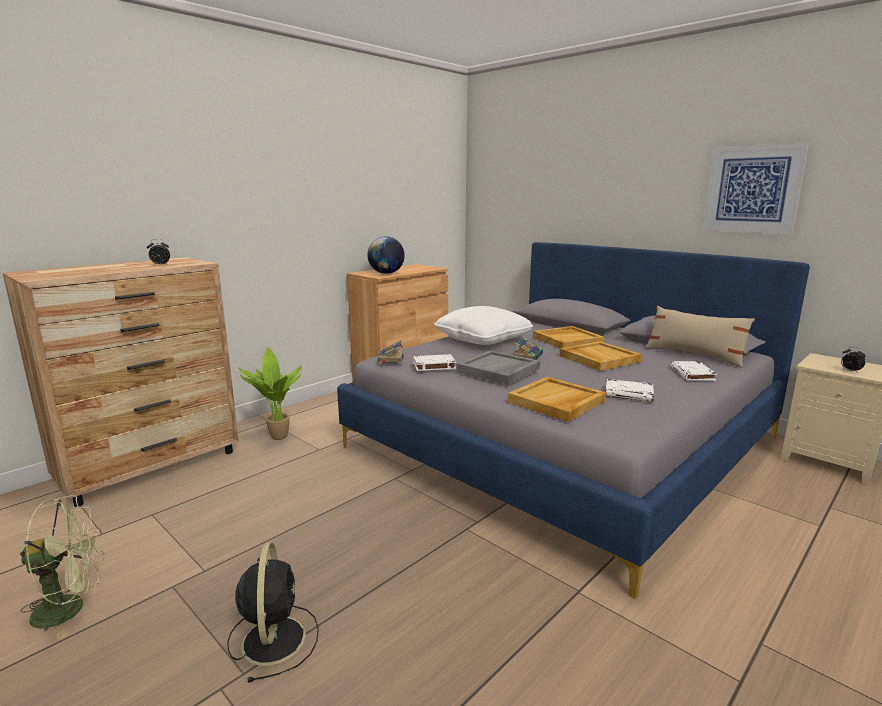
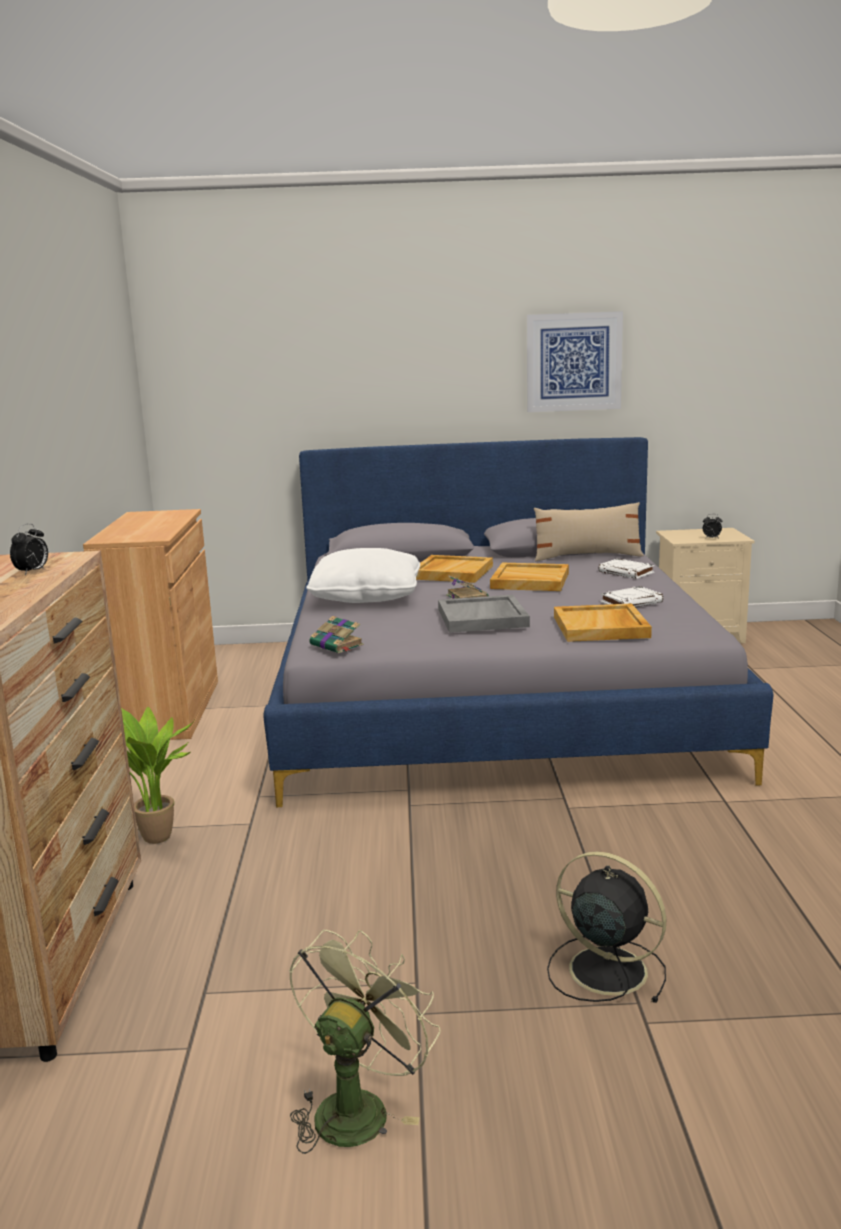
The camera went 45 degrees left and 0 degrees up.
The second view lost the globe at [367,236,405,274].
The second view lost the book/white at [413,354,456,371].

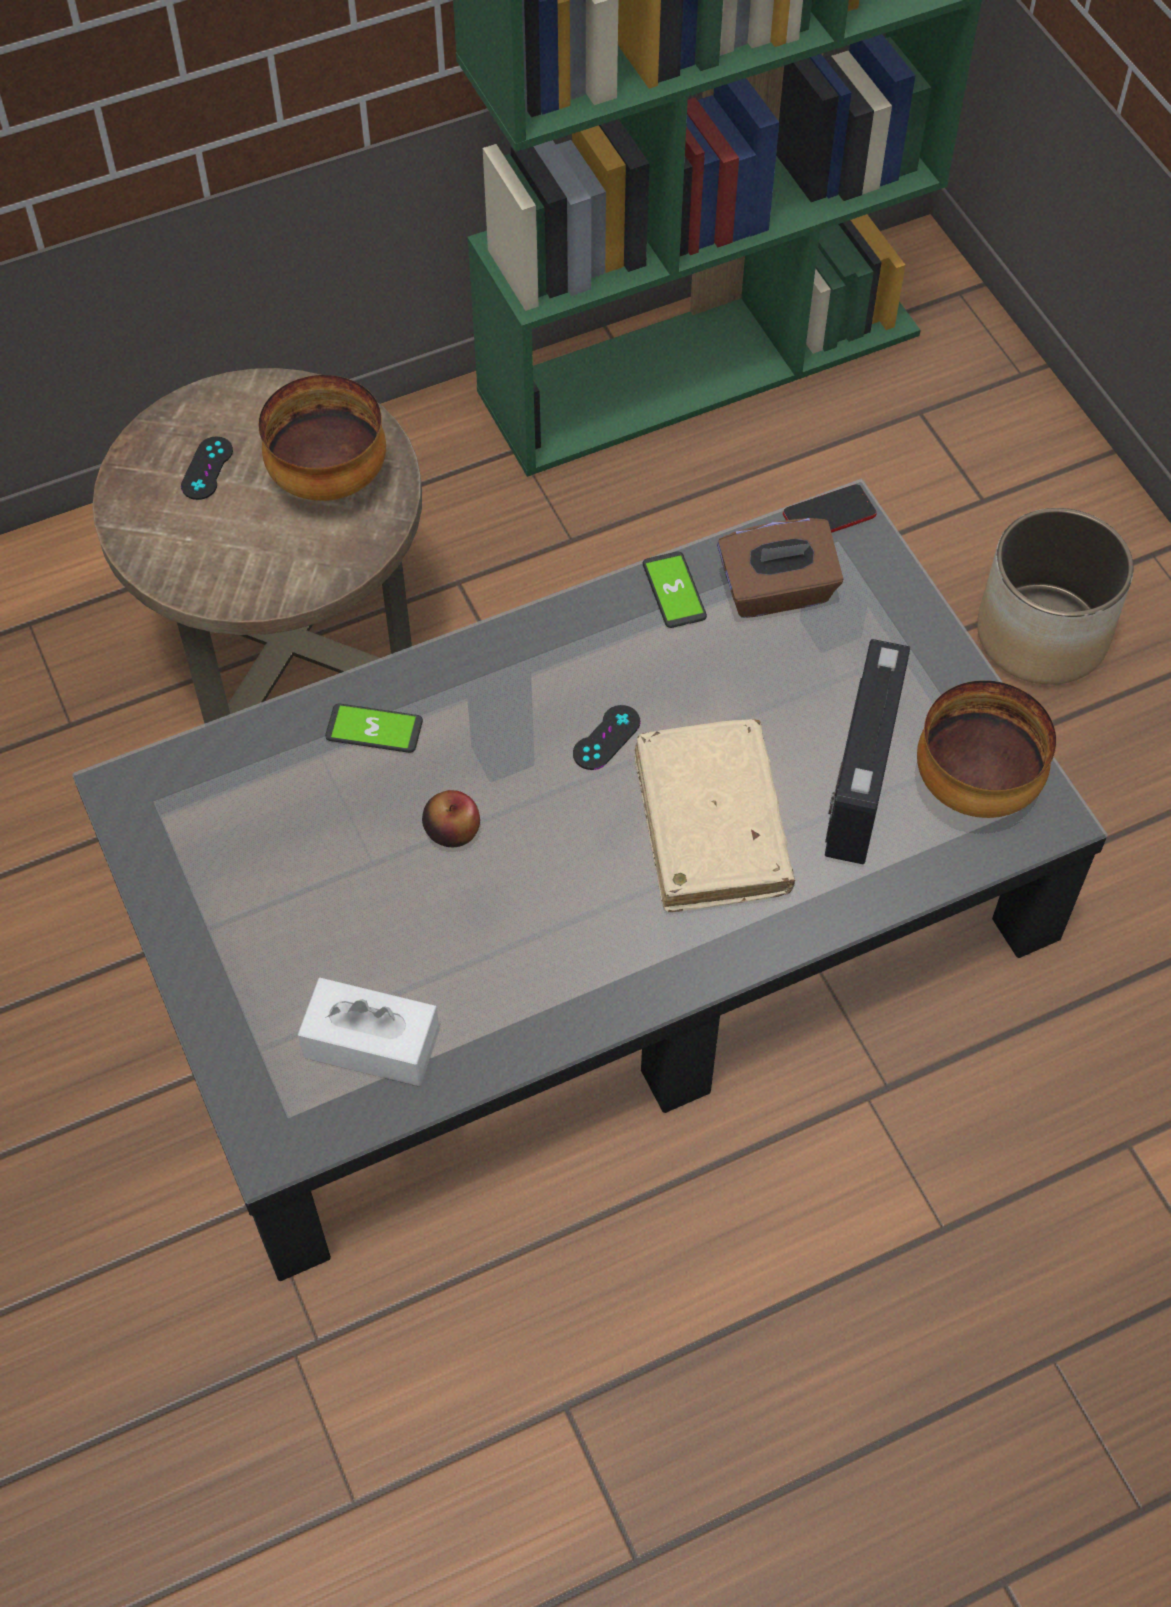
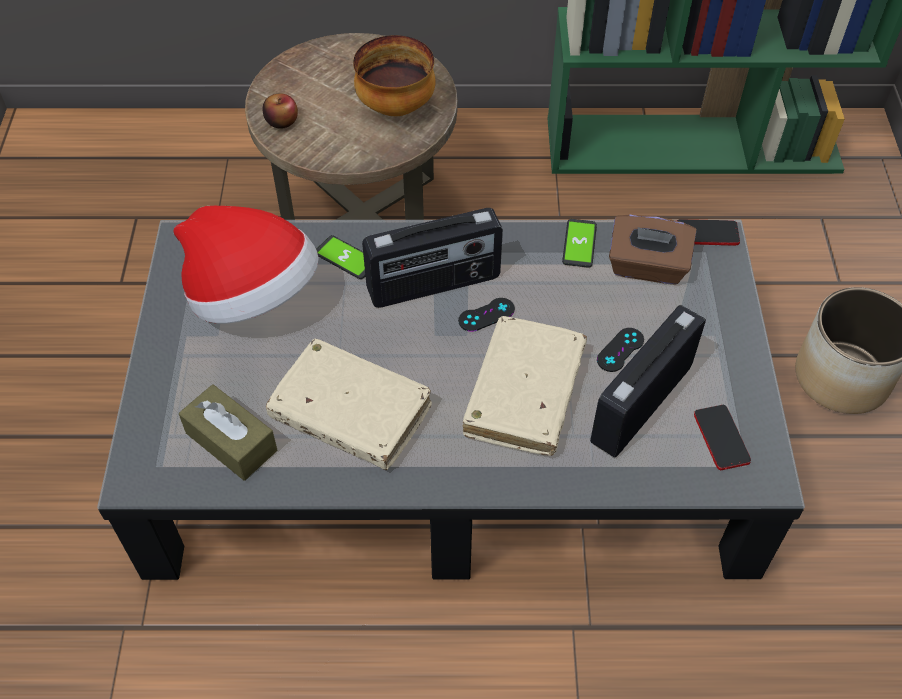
The camera went 25 degrees right and 5 degrees down.
The second view gained the hat at [174,206,319,324].
The second view gained the book/beige at [266,339,432,470].
The second view gained the radio at [362,208,503,308].
The game controller/black ended up elsewhere, having gone from [181,436,233,500] to [597,328,644,372].
The apple ended up elsewhere, having gone from [422,790,480,847] to [262,93,298,129].
Where the bowl stood at [917,680,1056,818], the phone came to stand at [694,405,751,470].
What was the tissue box/white at [298,978,440,1086] turned into the tissue box/brown at [179,384,277,481].

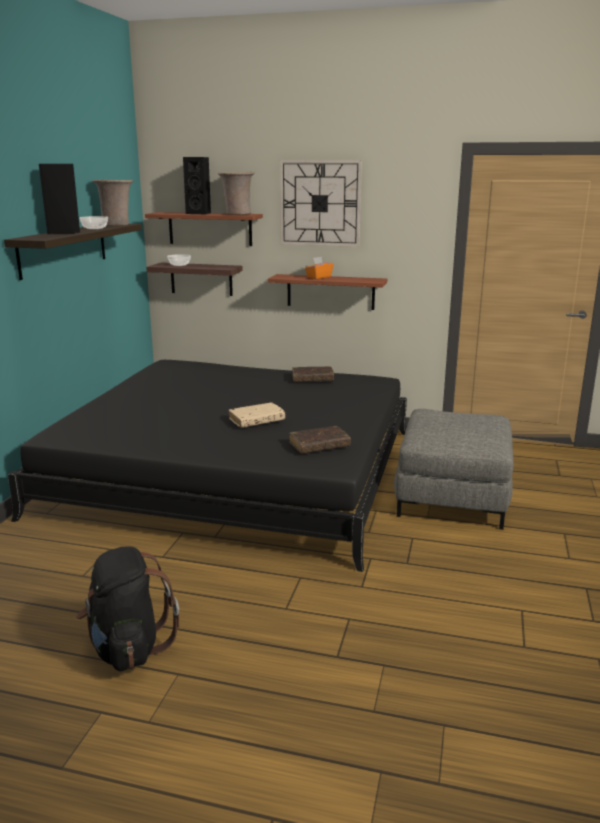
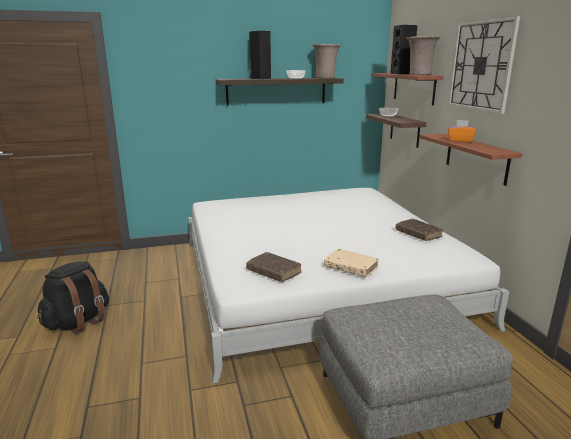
The camera went 60 degrees right and 0 degrees up.
The book/beige ended up elsewhere, having gone from [229,403,285,428] to [324,249,379,277].
What was the bed/black at [8,360,407,572] turned into the bed/white at [188,188,509,384].

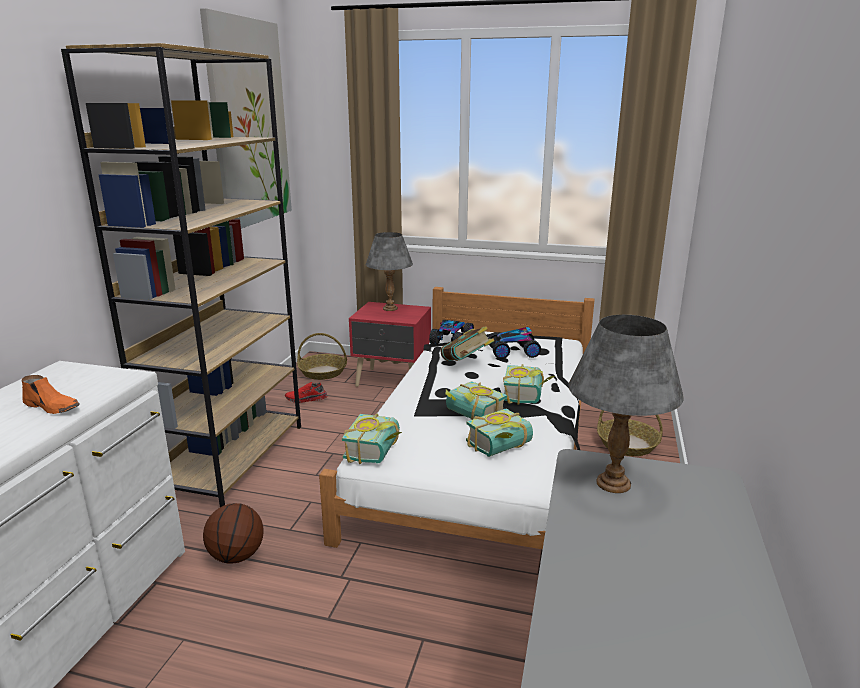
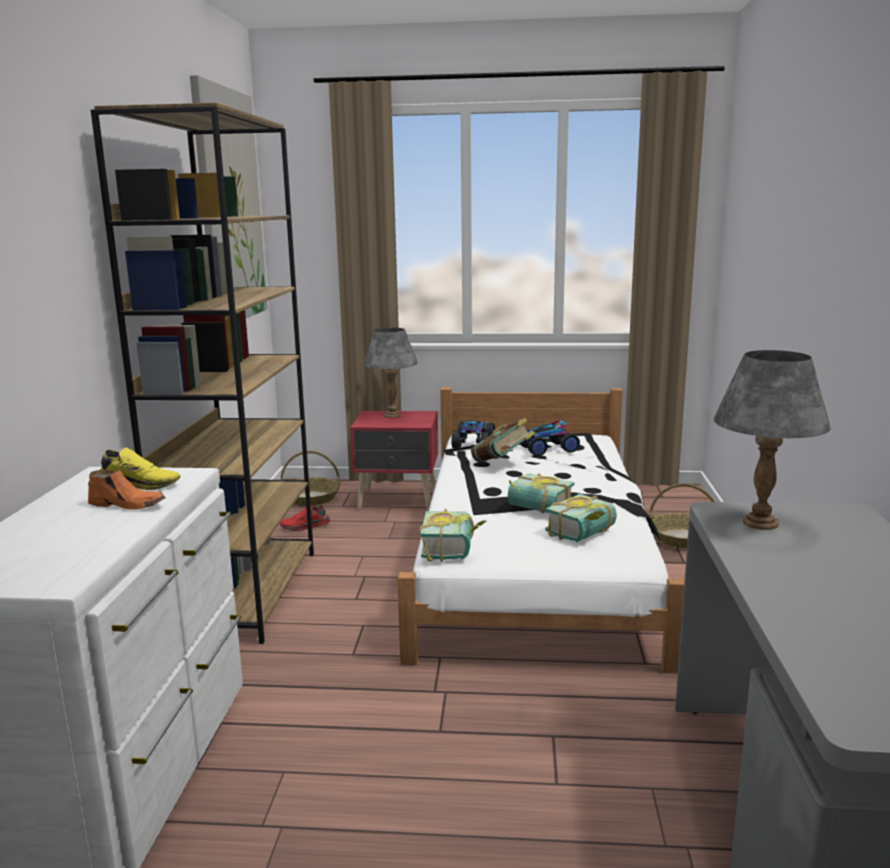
The camera went 10 degrees left and 5 degrees down.
The second view lost the basketball at [203,503,264,564].
The second view lost the book at [503,364,555,405].
The second view gained the shoe/yellow at [100,447,181,490].

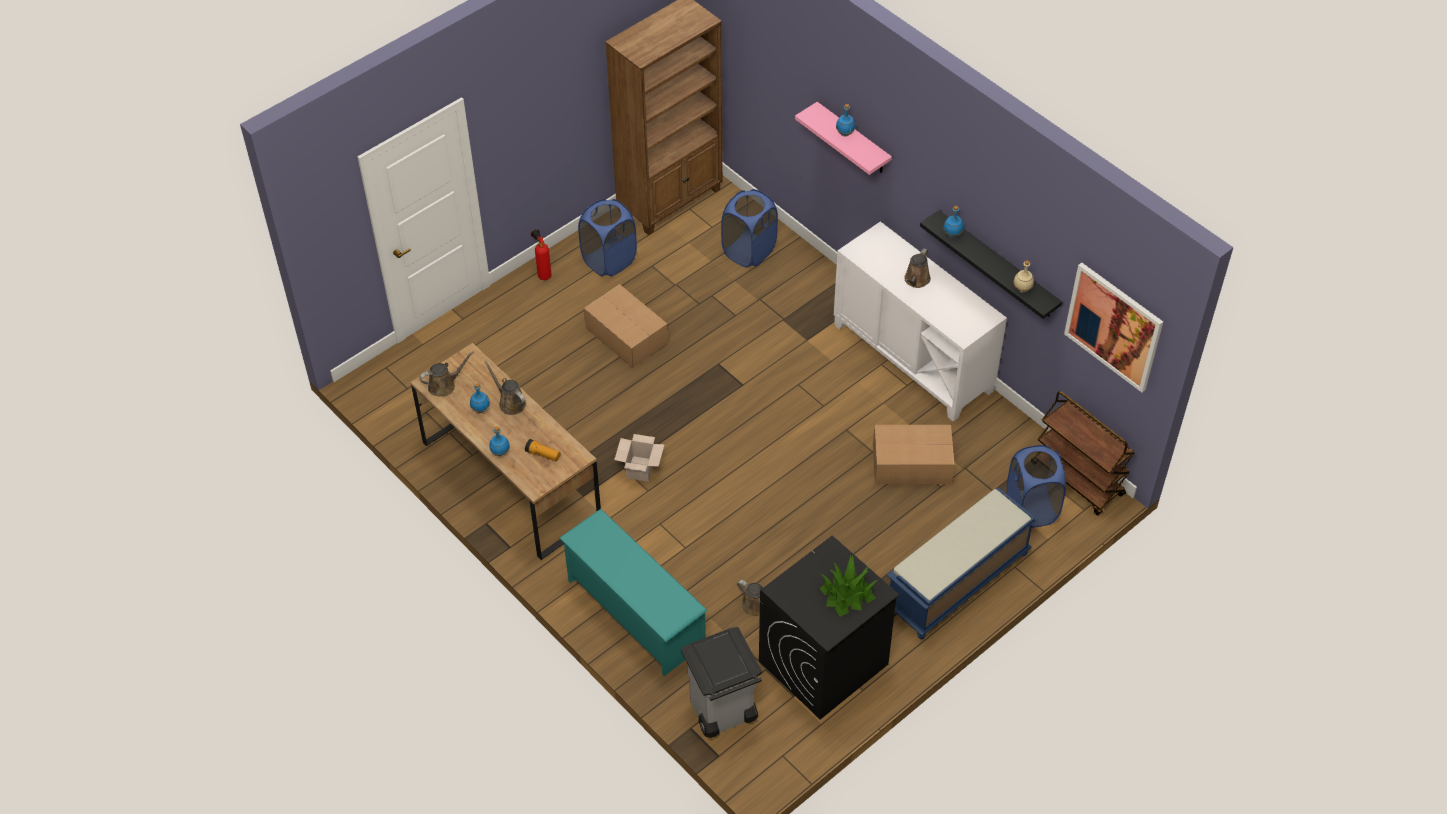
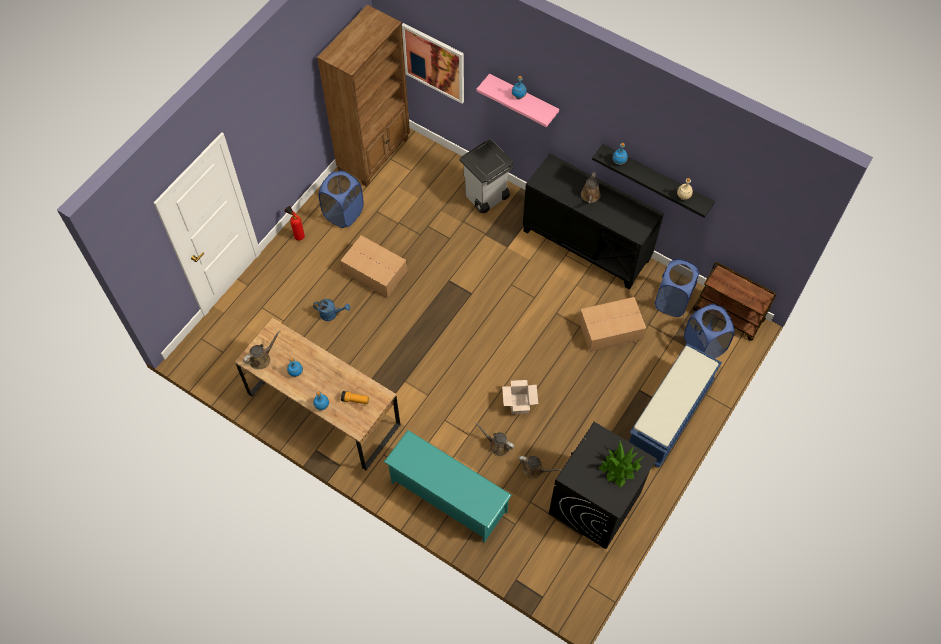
The camera went 15 degrees left and 10 degrees up.
The second view gained the watering can/blue at [313,299,350,321].
The watering can/brown ended up elsewhere, having gone from [484,361,526,415] to [475,422,514,456].
The cardboard box ended up elsewhere, having gone from [614,434,665,482] to [502,380,538,414].
The trash can/grey ended up elsewhere, having gone from [681,627,762,738] to [460,139,515,213].
The laundry basket/blue ended up elsewhere, having gone from [721,189,778,268] to [655,259,700,317].
The picture ended up elsewhere, having gone from [1064,263,1163,392] to [402,23,464,104].
What was the cabinet/white at [834,221,1007,422] turned into the cabinet/black at [523,154,664,290].

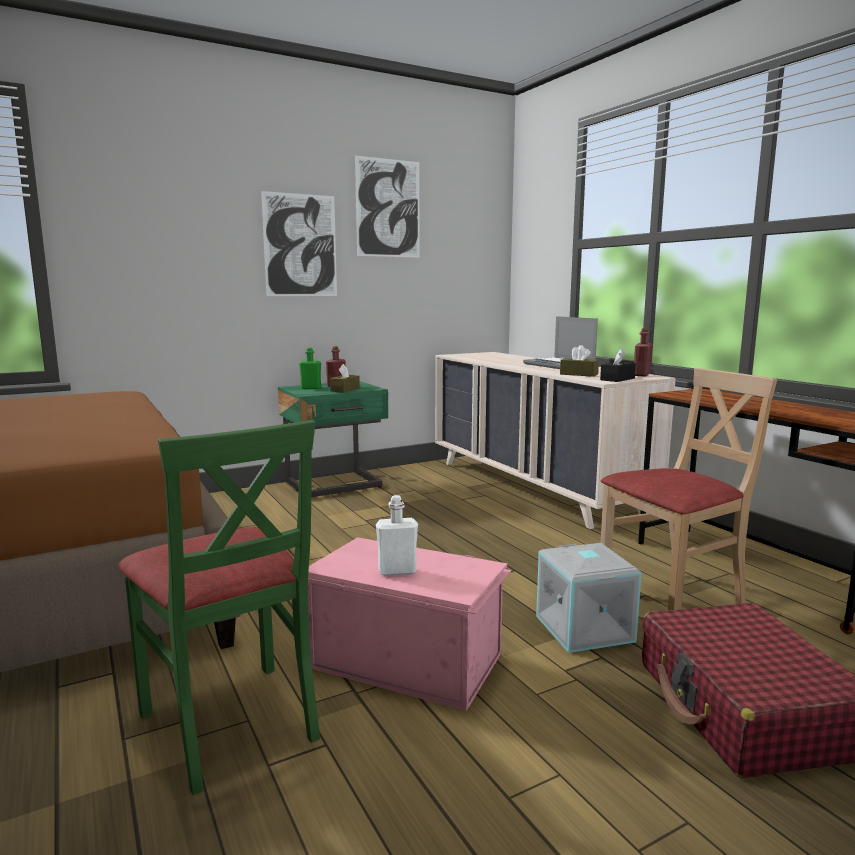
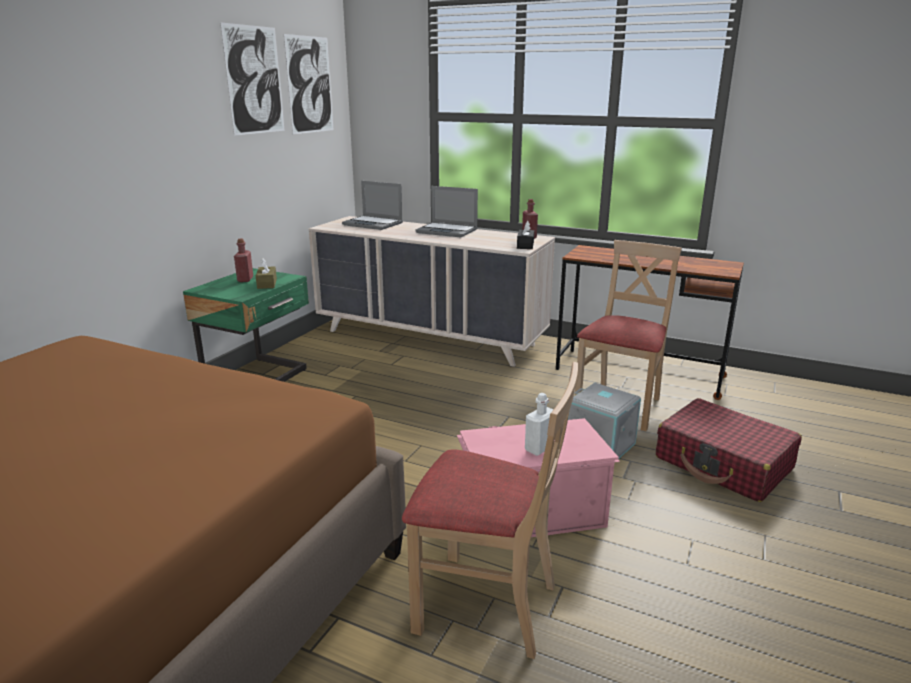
The camera went 35 degrees left and 10 degrees up.
The second view lost the bottle/green at [299,348,321,389].
The second view lost the tissue box/brown at [560,345,599,377].
The second view gained the laptop at [342,181,403,230].
The picture ended up elsewhere, having gone from [261,191,337,296] to [284,34,333,134].
What was the chair/green at [118,420,320,795] turned into the chair/beige at [402,362,578,659].

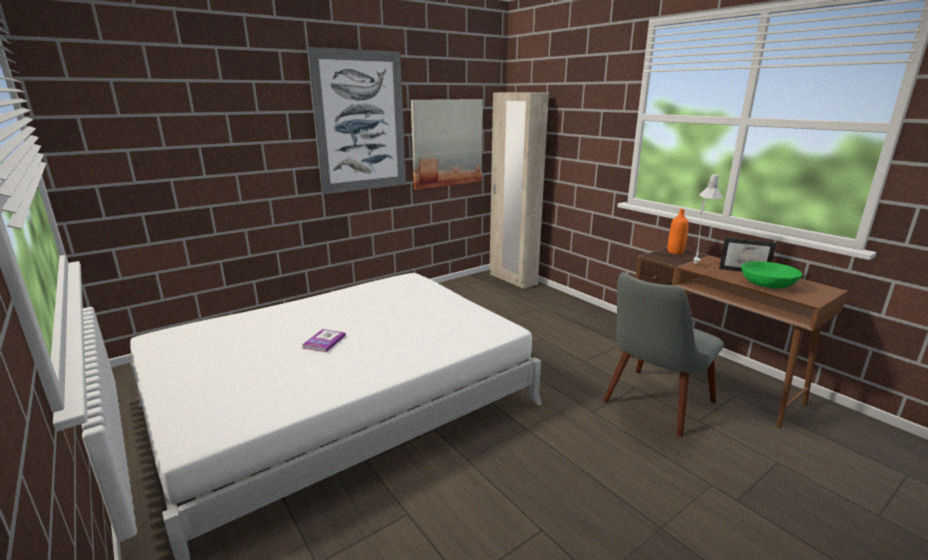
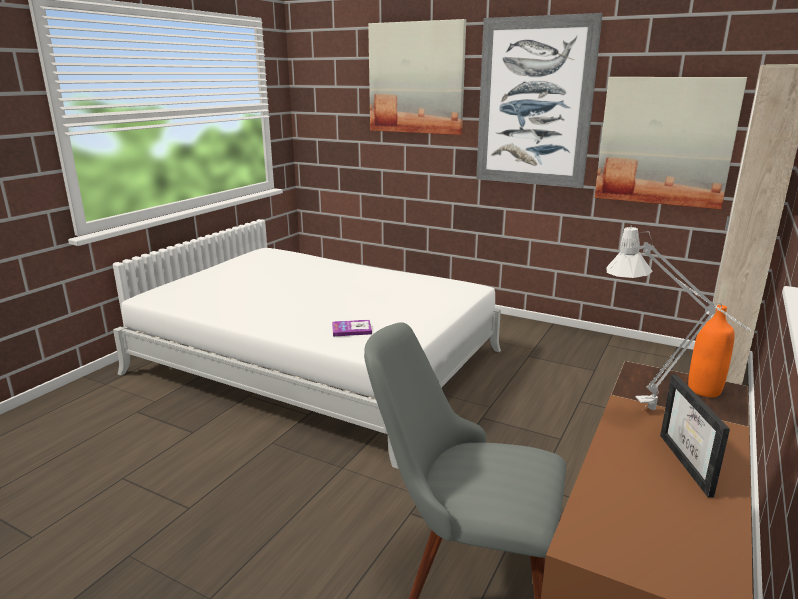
The camera went 65 degrees right and 0 degrees up.
The second view lost the bowl/green at [741,261,802,289].
The second view gained the picture at [368,19,466,135].
The book ended up elsewhere, having gone from [302,329,346,352] to [332,320,372,337].

